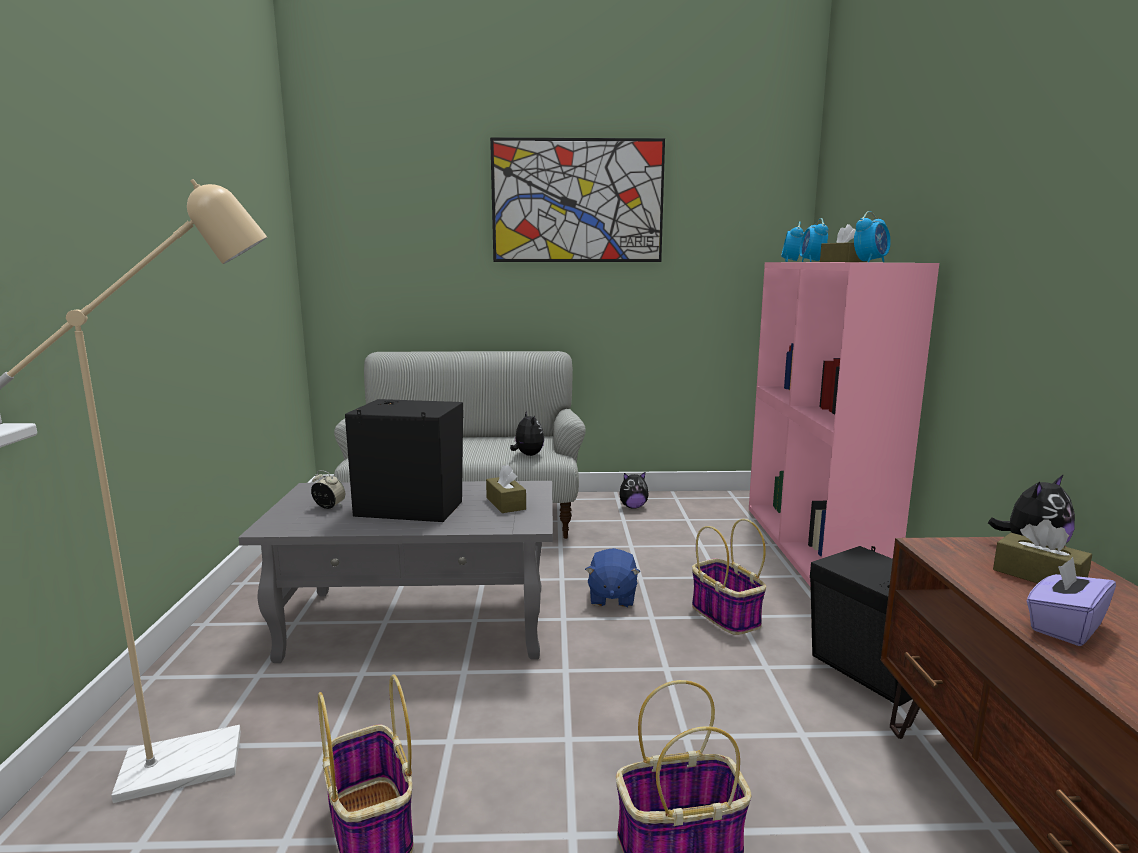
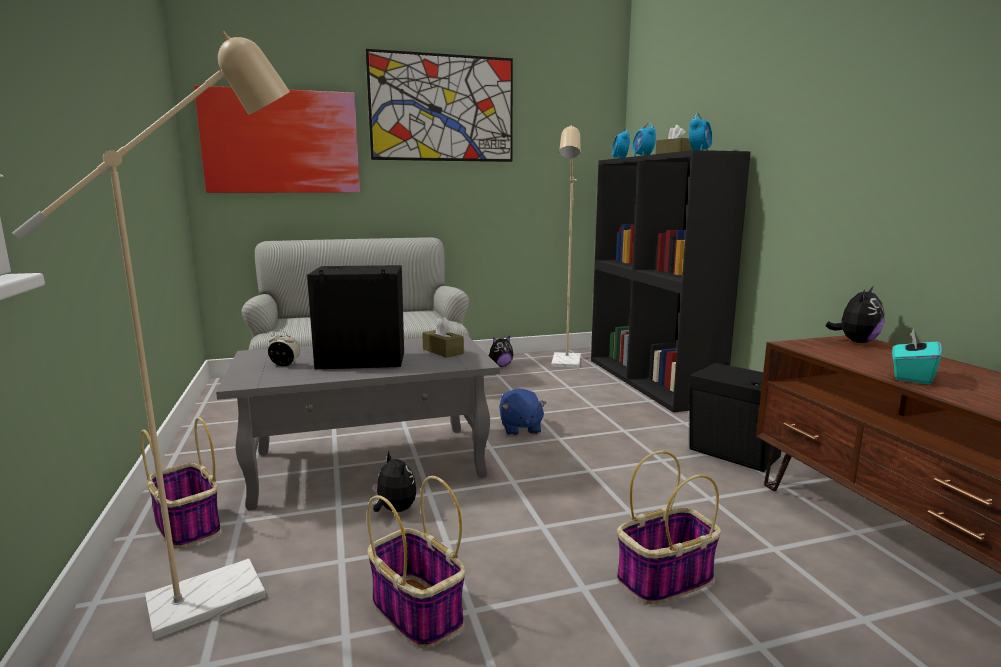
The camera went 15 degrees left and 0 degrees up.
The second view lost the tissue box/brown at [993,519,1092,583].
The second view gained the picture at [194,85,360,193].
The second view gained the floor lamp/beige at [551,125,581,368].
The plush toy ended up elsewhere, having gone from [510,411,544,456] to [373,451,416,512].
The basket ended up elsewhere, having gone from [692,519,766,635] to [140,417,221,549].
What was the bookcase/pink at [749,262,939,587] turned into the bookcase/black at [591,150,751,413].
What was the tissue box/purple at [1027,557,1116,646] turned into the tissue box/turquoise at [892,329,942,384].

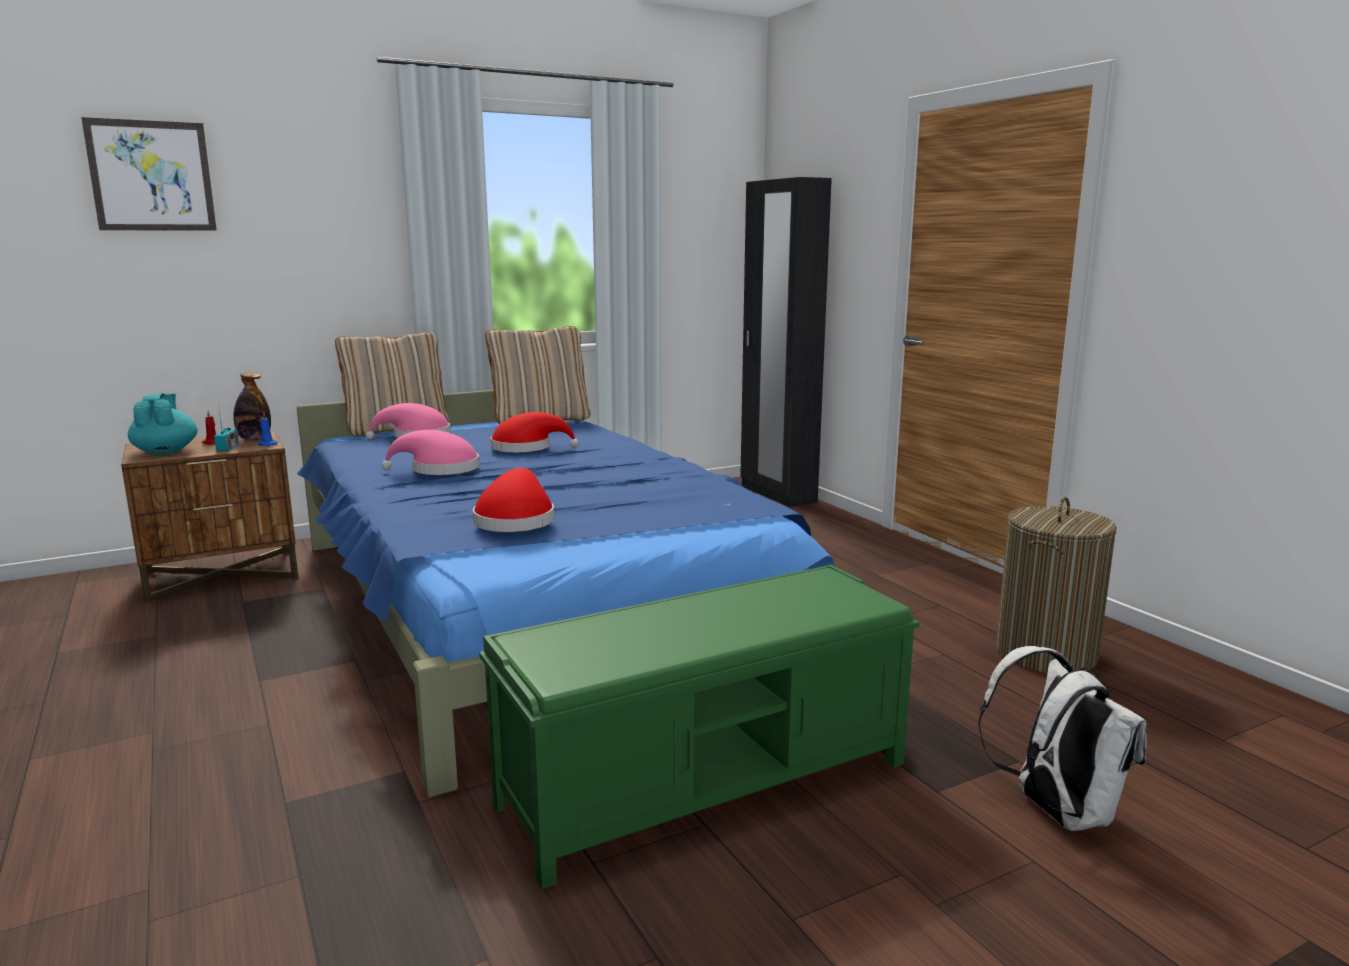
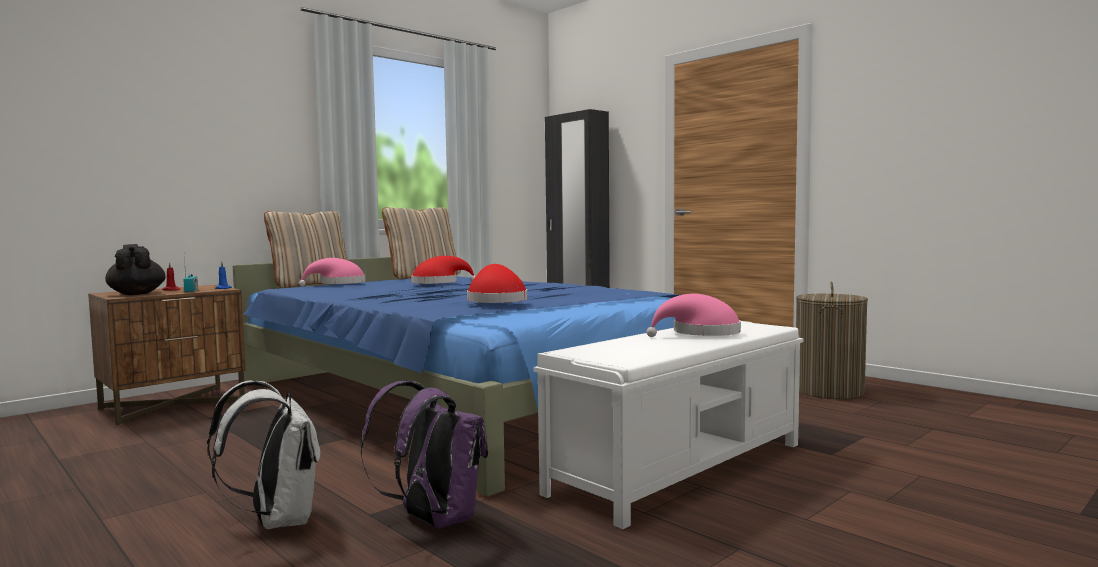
The camera went 15 degrees left and 10 degrees down.
The second view lost the picture at [81,117,217,231].
The second view lost the bottle at [233,373,271,441].
The second view gained the backpack/purple at [360,381,488,528].
The hat/pink ended up elsewhere, having gone from [382,430,479,475] to [646,294,741,337].
The backpack/white ended up elsewhere, having gone from [978,646,1147,831] to [207,381,320,529].
What was the teapot/turquoise at [128,393,197,454] turned into the teapot/black at [105,244,166,295].
What was the bench/green at [479,565,920,889] turned into the bench/white at [534,321,803,529].

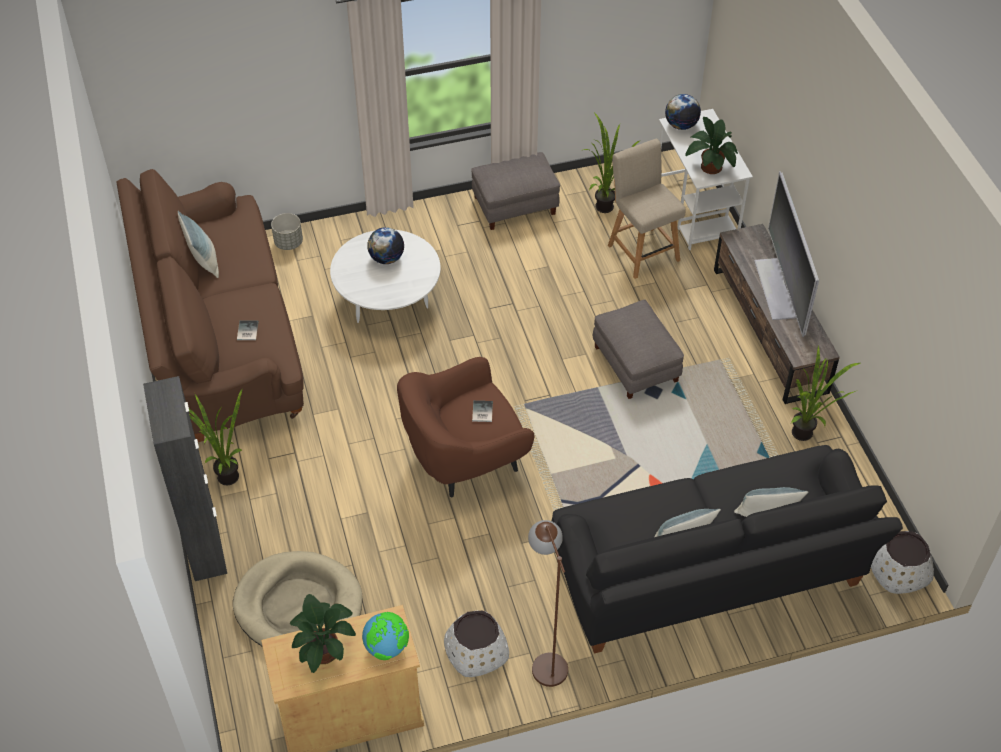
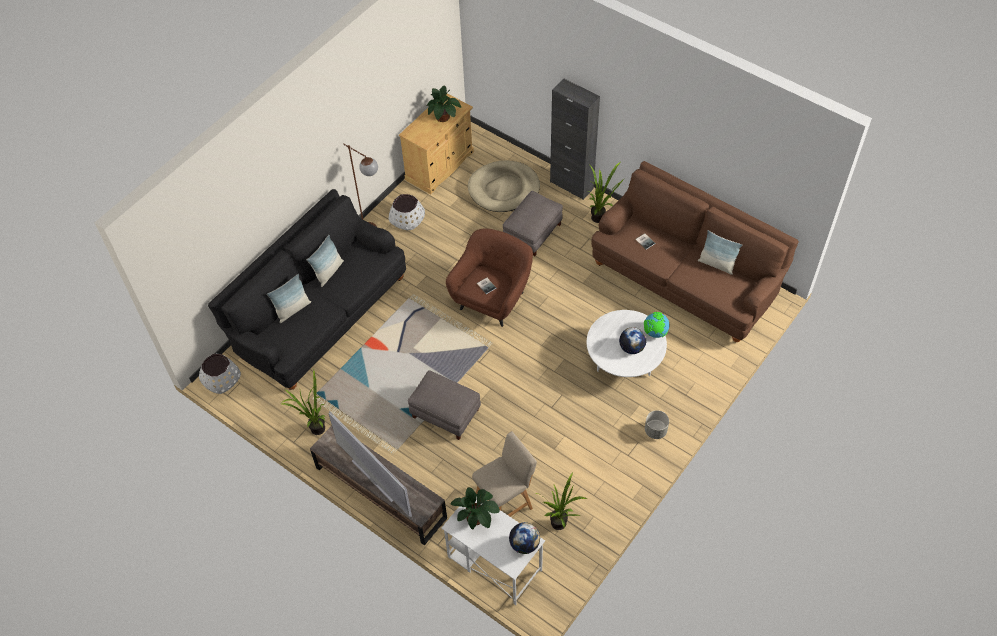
The camera went 145 degrees right and 5 degrees up.
The planter/grey ended up elsewhere, having gone from [271,213,303,250] to [645,410,669,439].
The globe ended up elsewhere, having gone from [362,612,409,660] to [644,312,669,338].
The ottoman/grey ended up elsewhere, having gone from [471,152,560,230] to [503,191,563,256].
The chair/beige at [608,138,686,279] ended up facing another way, 60 degrees counterclockwise from before.

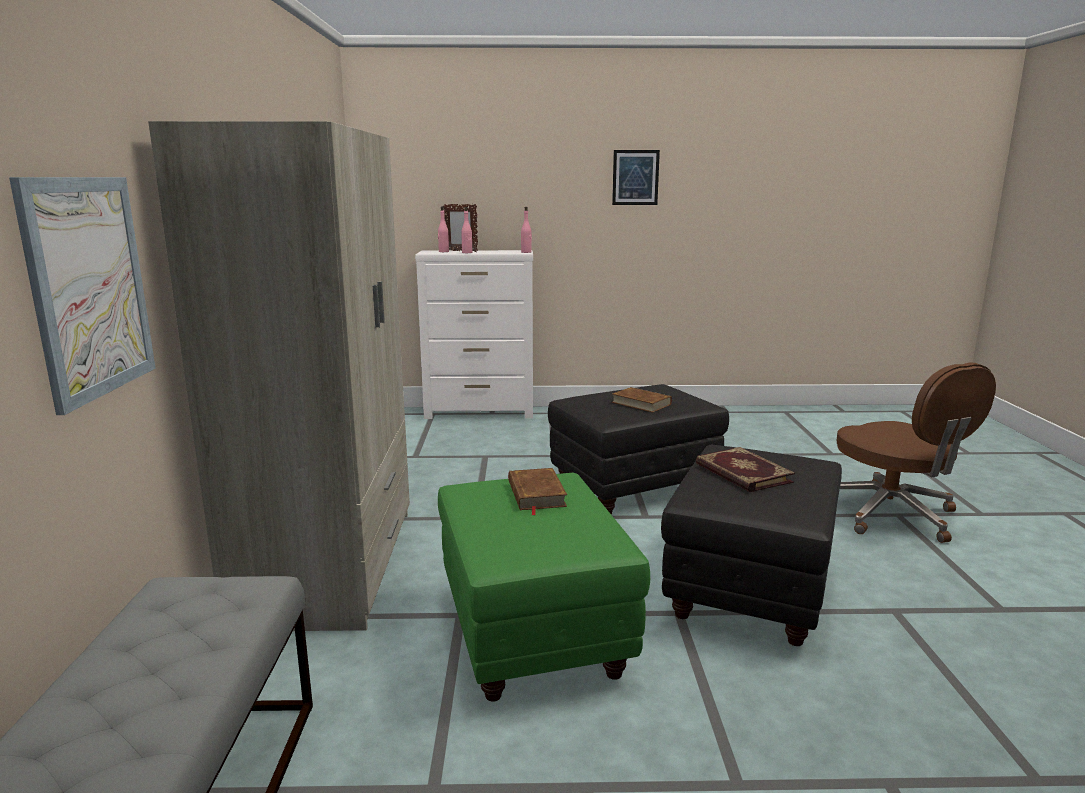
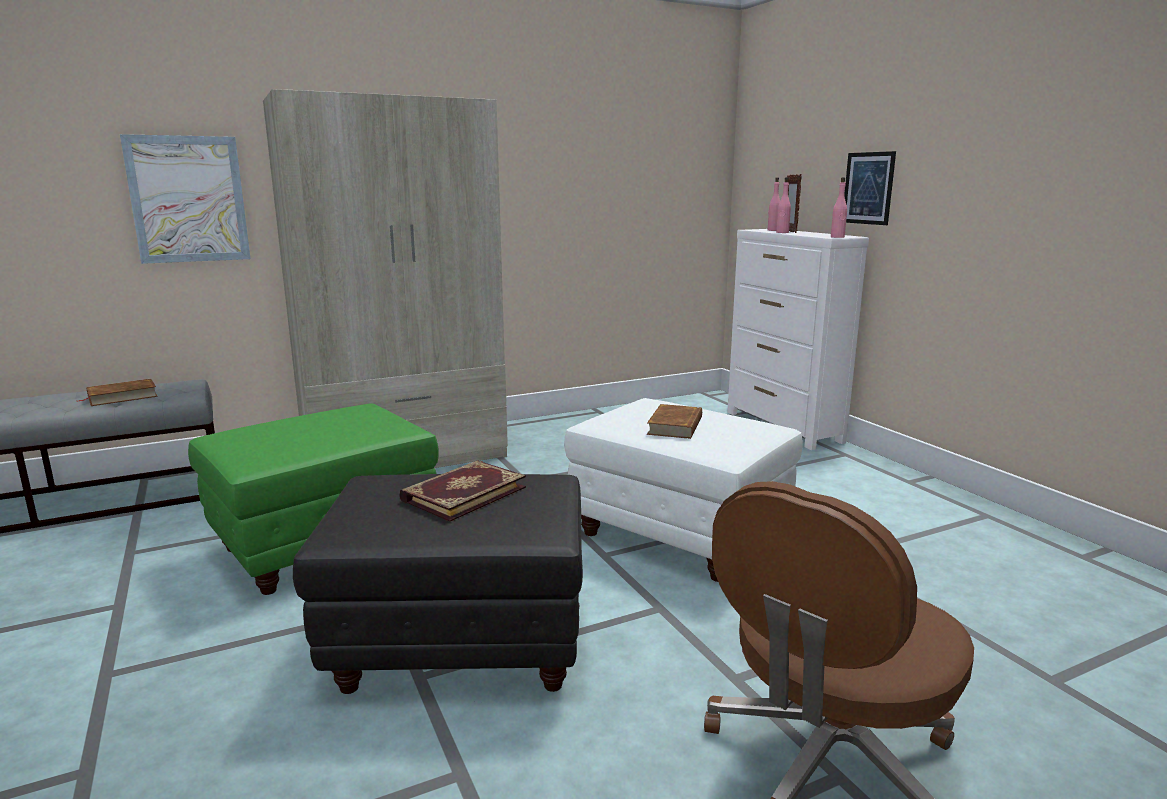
The camera went 65 degrees right and 0 degrees up.
The book/brown ended up elsewhere, having gone from [508,468,567,515] to [76,379,158,406].
The picture ended up elsewhere, having gone from [612,150,660,205] to [844,151,896,225].
What was the ottoman/black at [548,384,729,514] turned into the ottoman/white at [564,398,803,582].

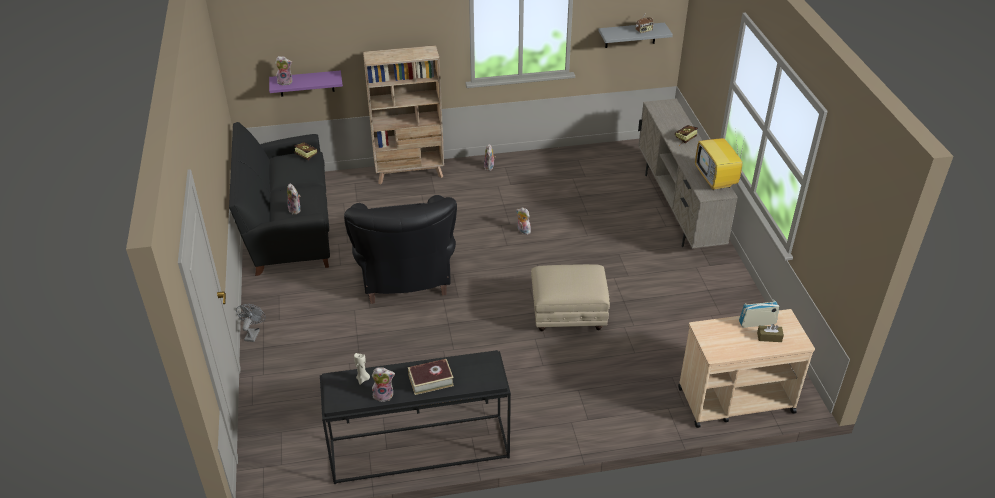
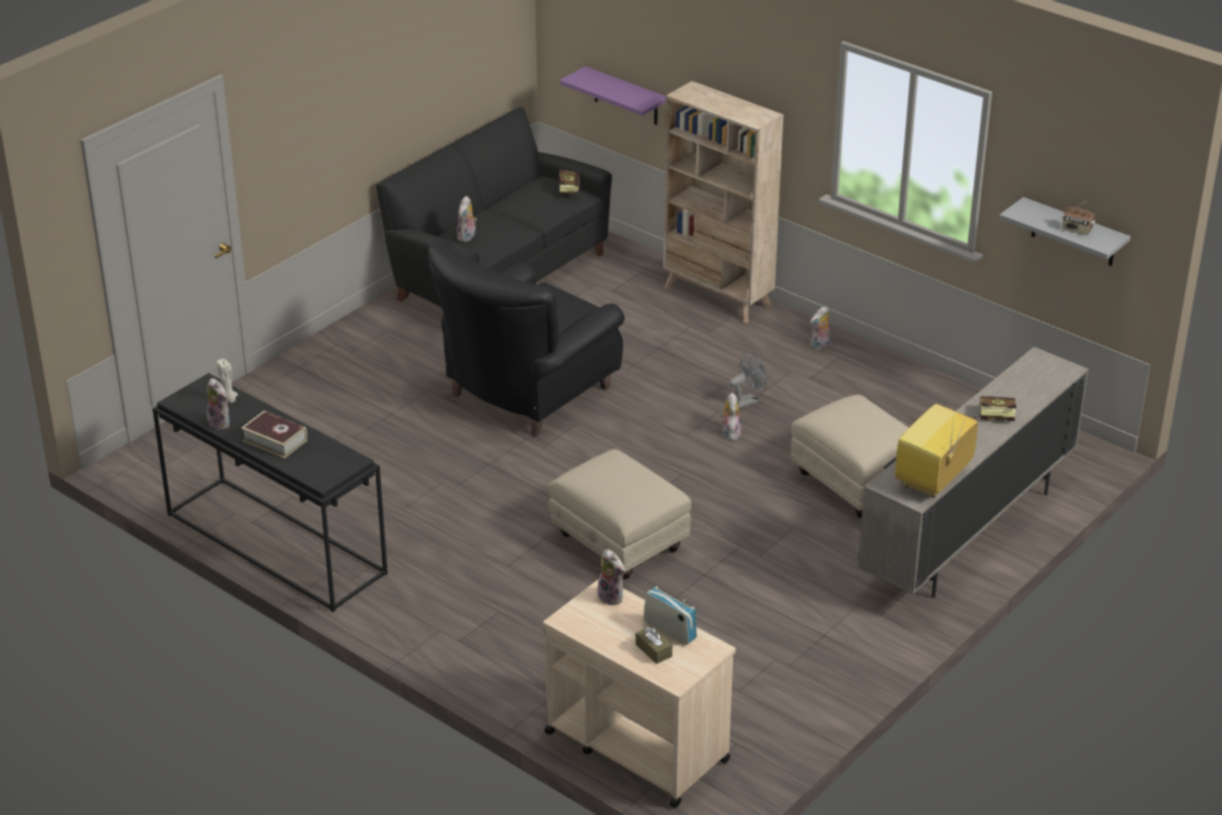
The camera went 50 degrees right and 5 degrees down.
The second view gained the ottoman/beige at [790,395,909,518].
The fan/grey ended up elsewhere, having gone from [236,304,266,342] to [729,353,768,409].
The plush toy ended up elsewhere, having gone from [275,56,292,85] to [597,549,626,605].

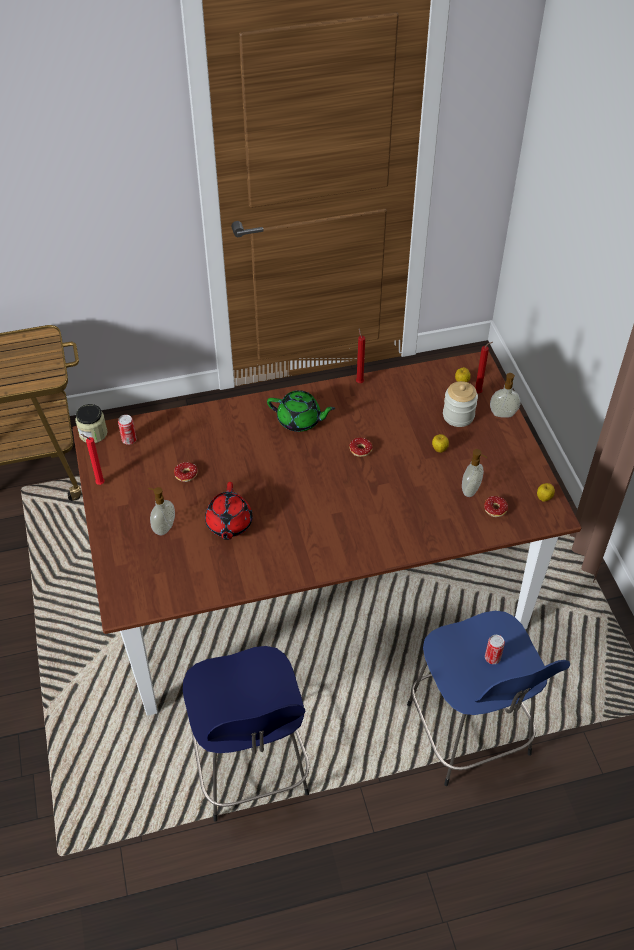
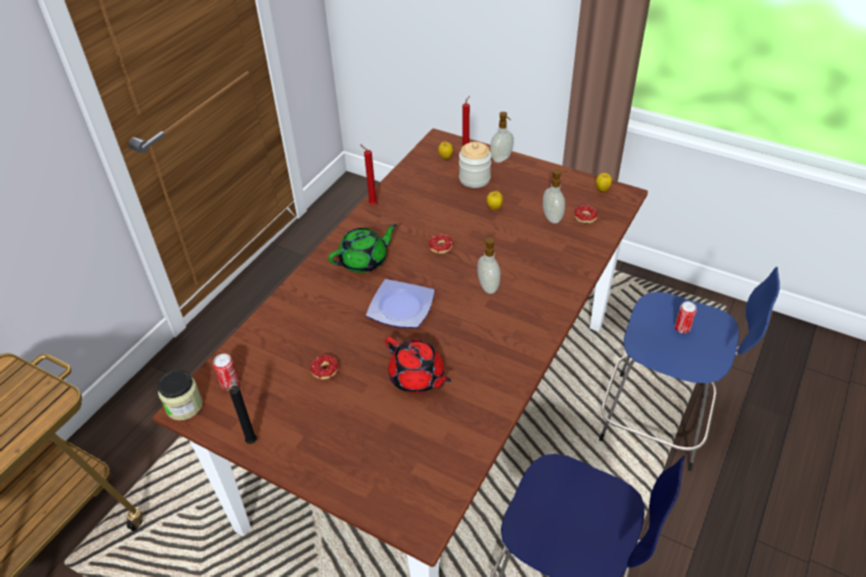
The camera went 45 degrees left and 5 degrees down.
The second view gained the plate at [366,279,435,328].
The soap dispenser ended up elsewhere, having gone from [148,487,175,535] to [477,237,500,294].
What was the candle/red at [81,434,105,485] turned into the candle/black at [223,386,257,444].

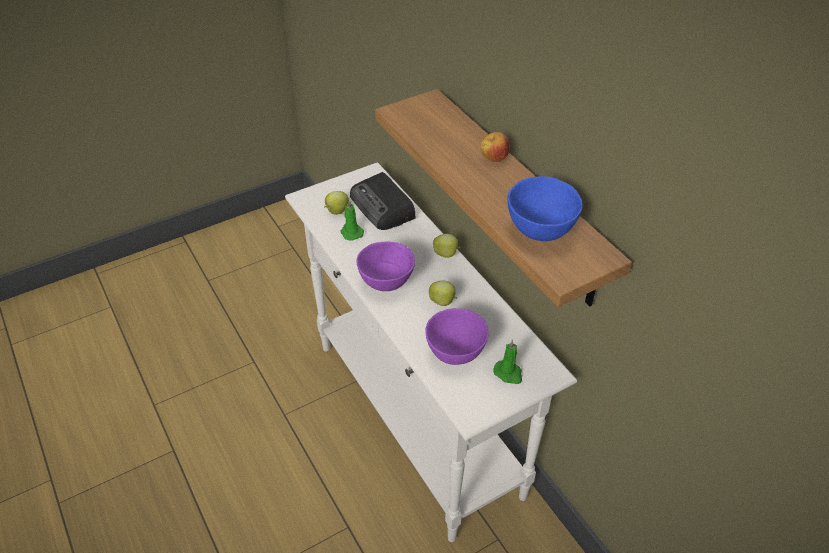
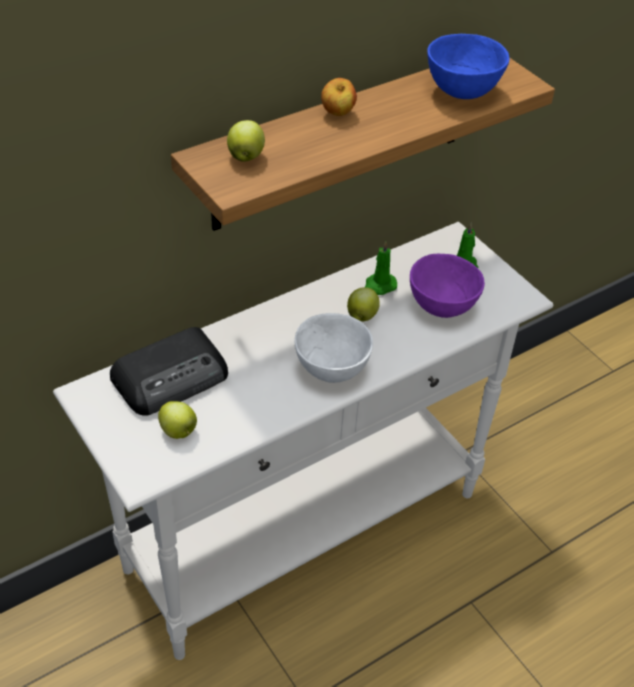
The camera went 95 degrees left and 0 degrees up.
The candle/green ended up elsewhere, having gone from [340,200,364,241] to [365,241,397,295].
The apple ended up elsewhere, having gone from [433,234,461,258] to [227,120,265,162].
What was the bowl/purple at [357,241,415,291] turned into the bowl/white at [294,313,373,383].

